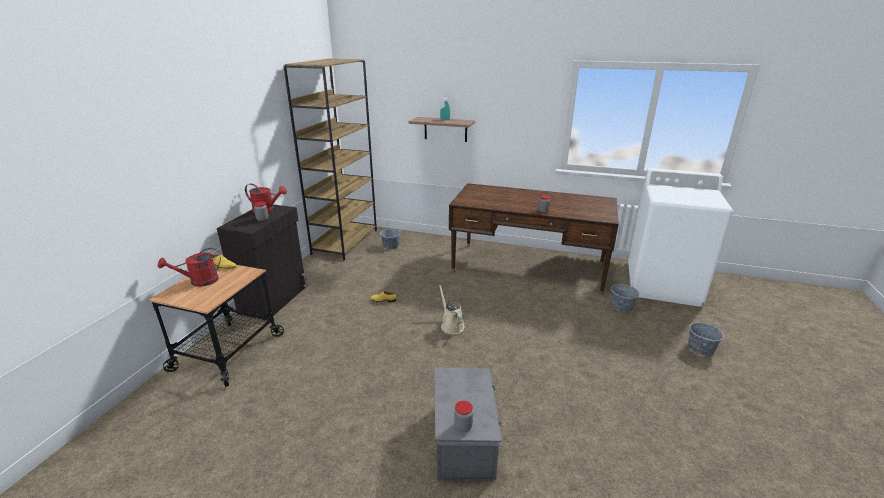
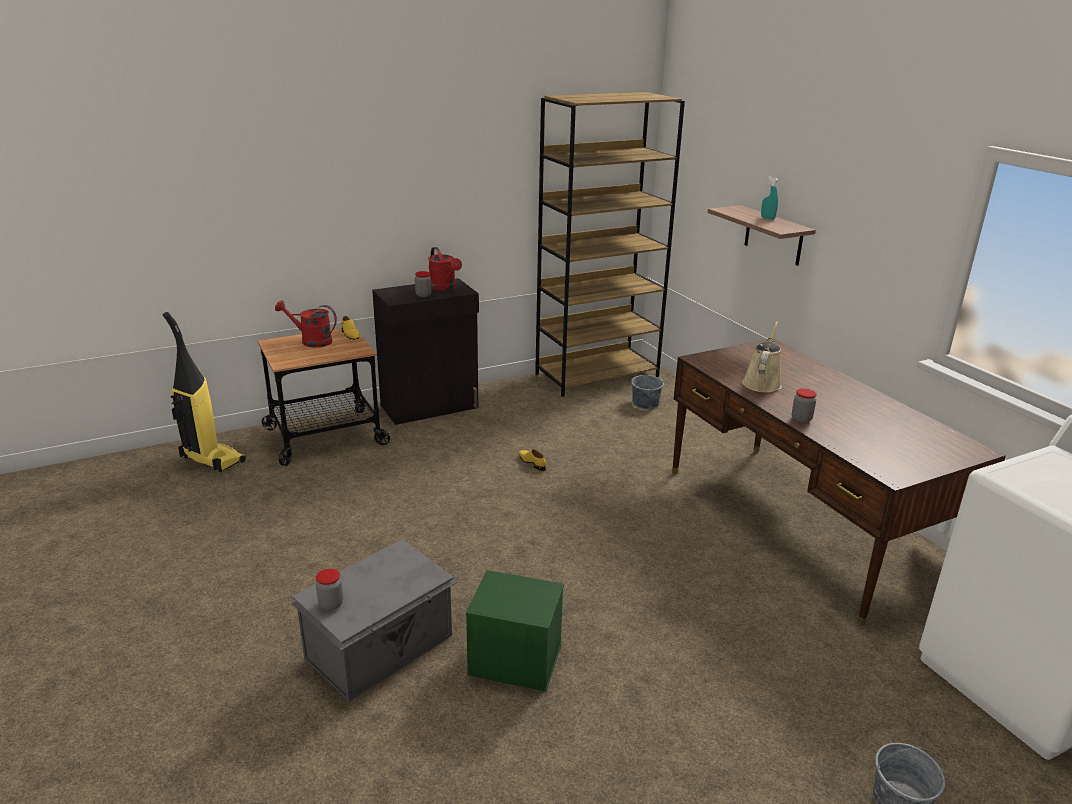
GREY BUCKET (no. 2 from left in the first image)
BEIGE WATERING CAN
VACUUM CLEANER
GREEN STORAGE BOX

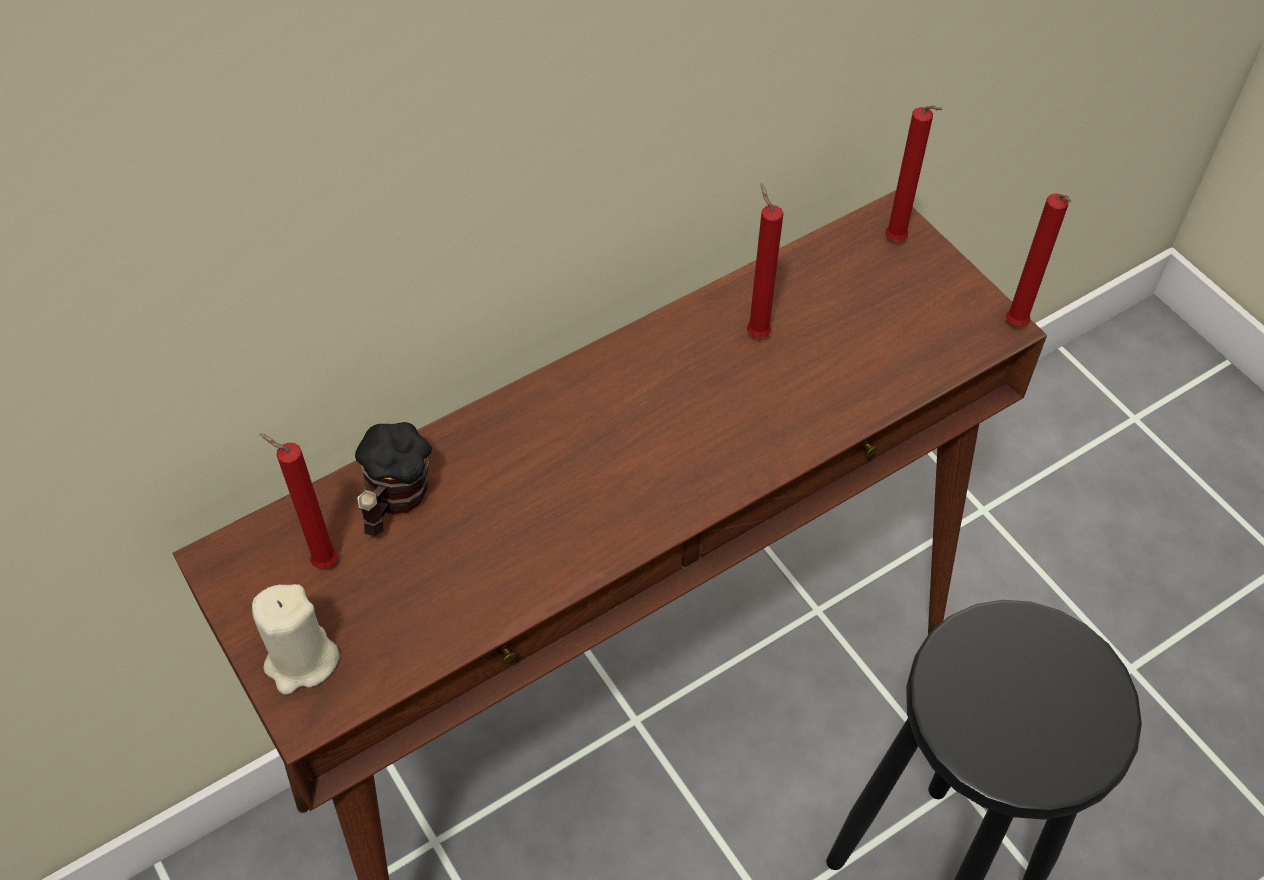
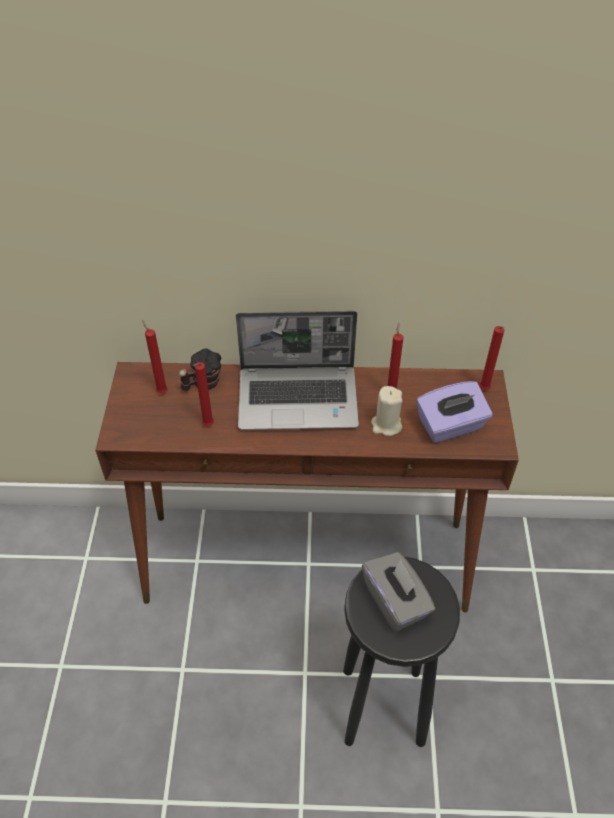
RED CANDLE (no. 2 from left)
BEIGE CANDLE
LAPTOP
PURPLE TISSUE BOX
GREY TISSUE BOX

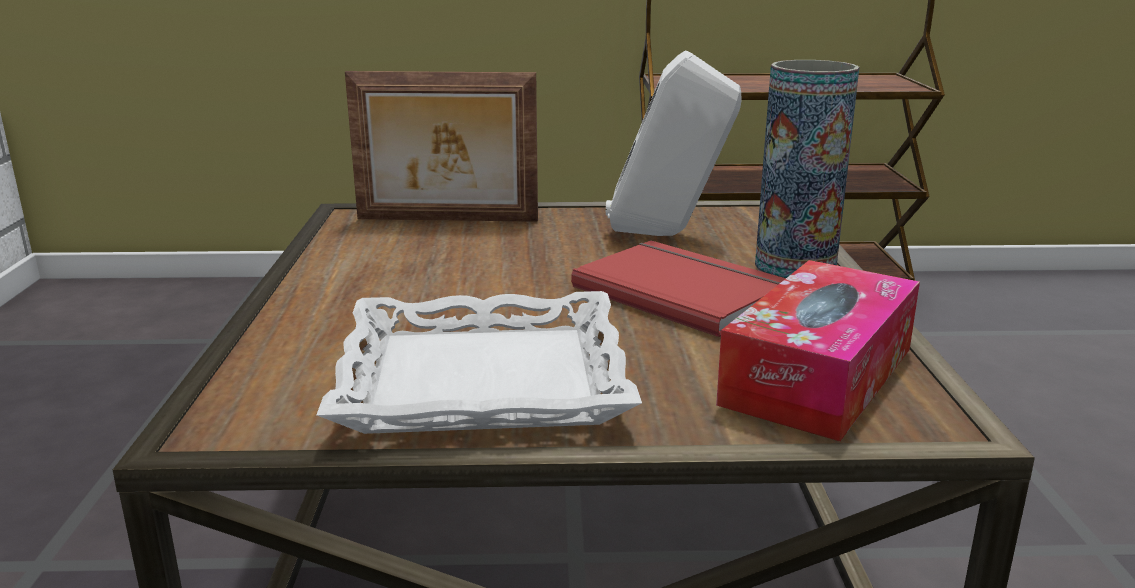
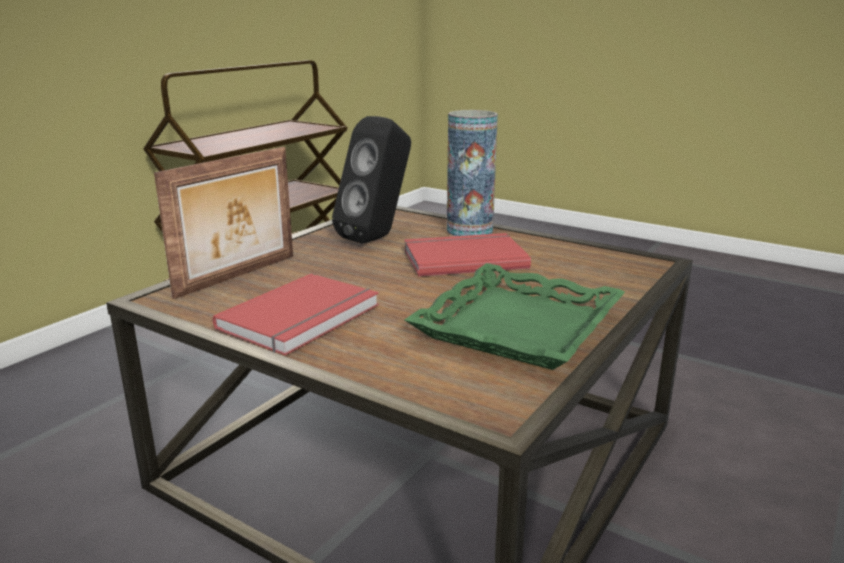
BLACK SPEAKER
TISSUE BOX
GREEN TRAY
RED BOOK (no. 1 from left)

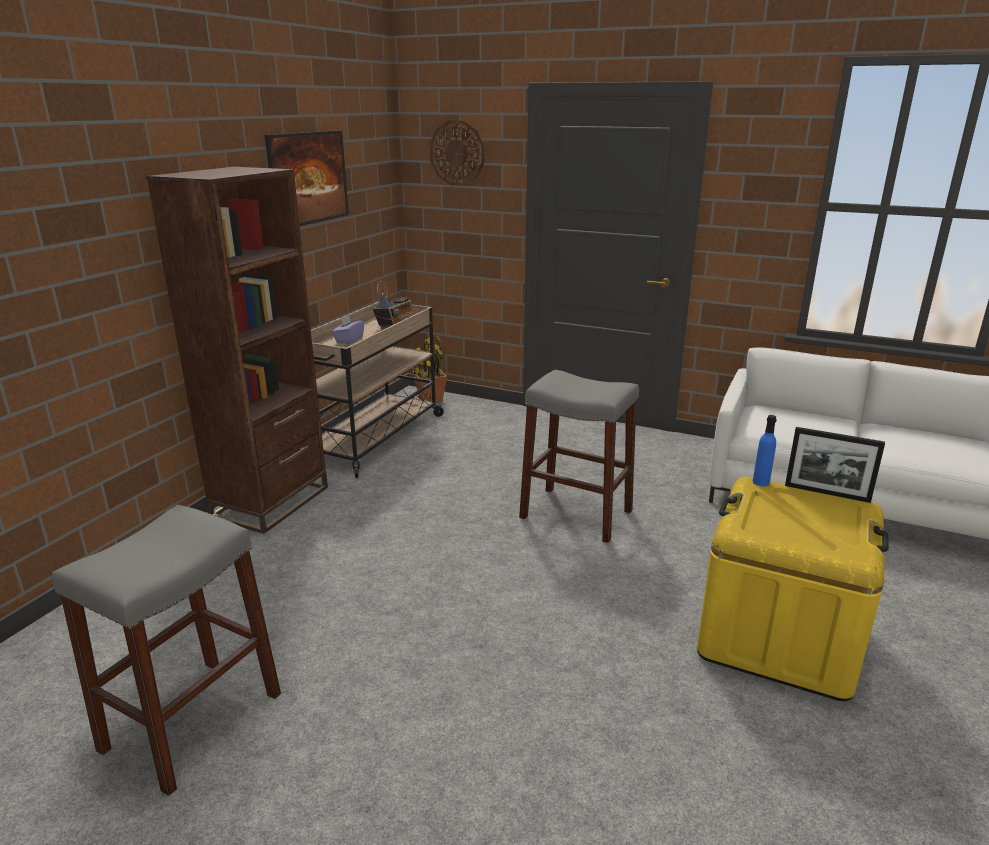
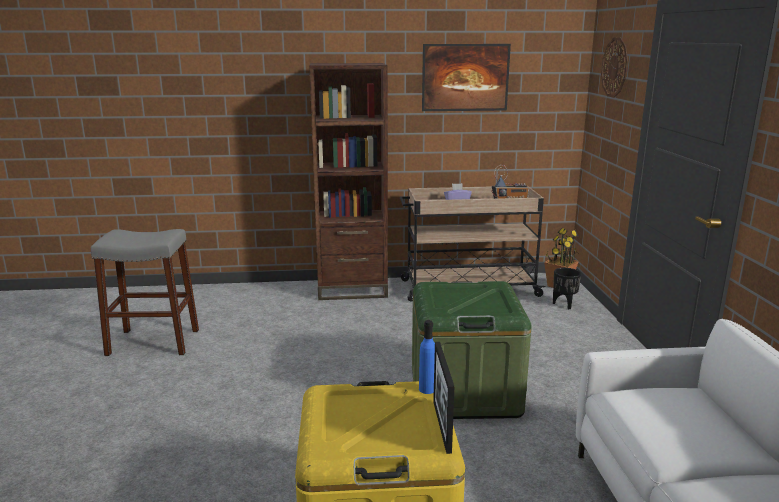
GREEN STORAGE BOX
BLACK PLANTER

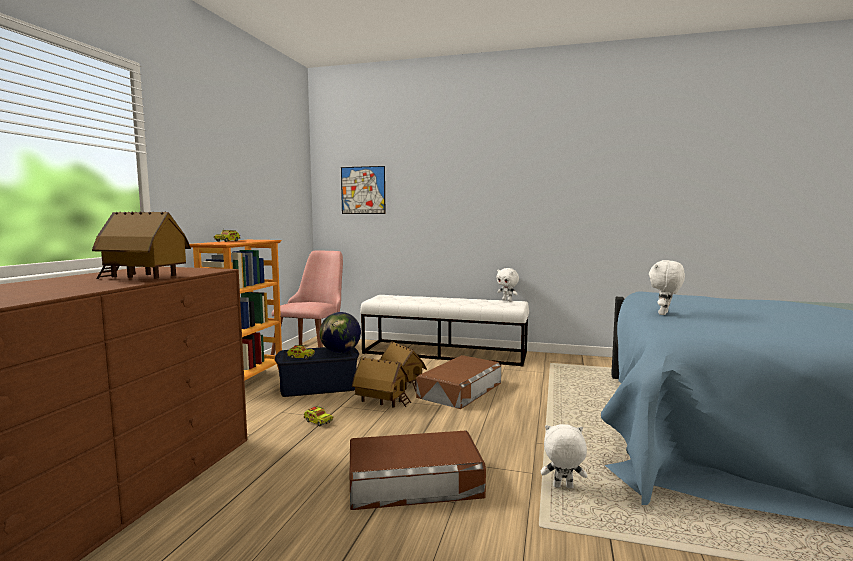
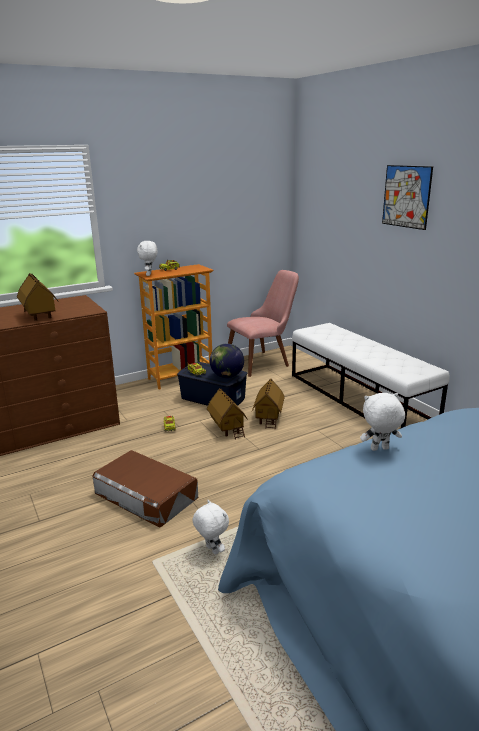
PICTURE
WHITE PLUSH TOY (no. 1 from left)
BROWN STORAGE BOX (no. 2 from left in the first image)

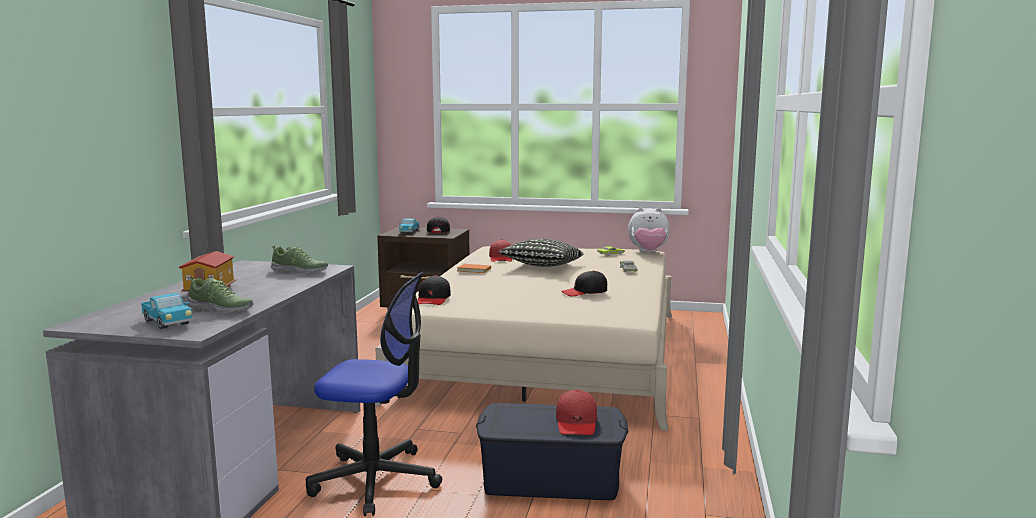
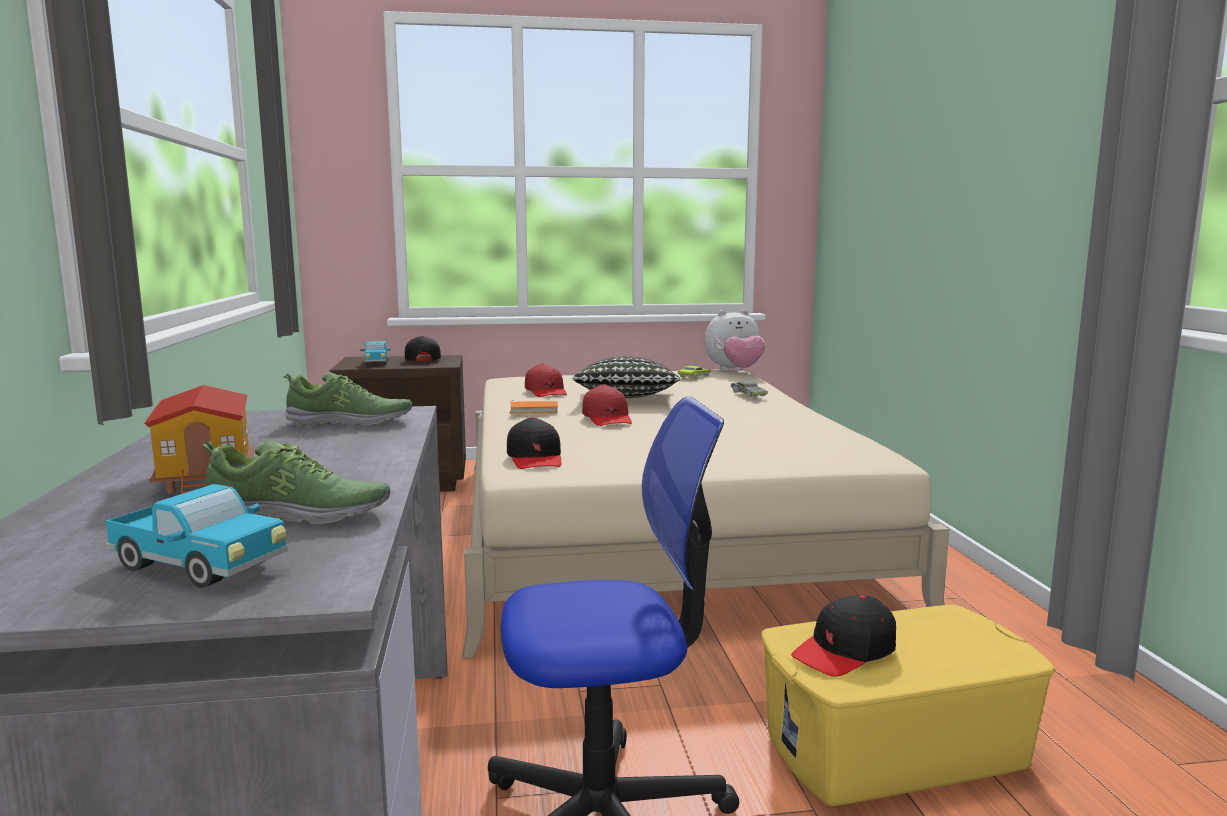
BLACK CAP (no. 3 from left)
RED CAP (no. 2 from left)
YELLOW STORAGE BOX

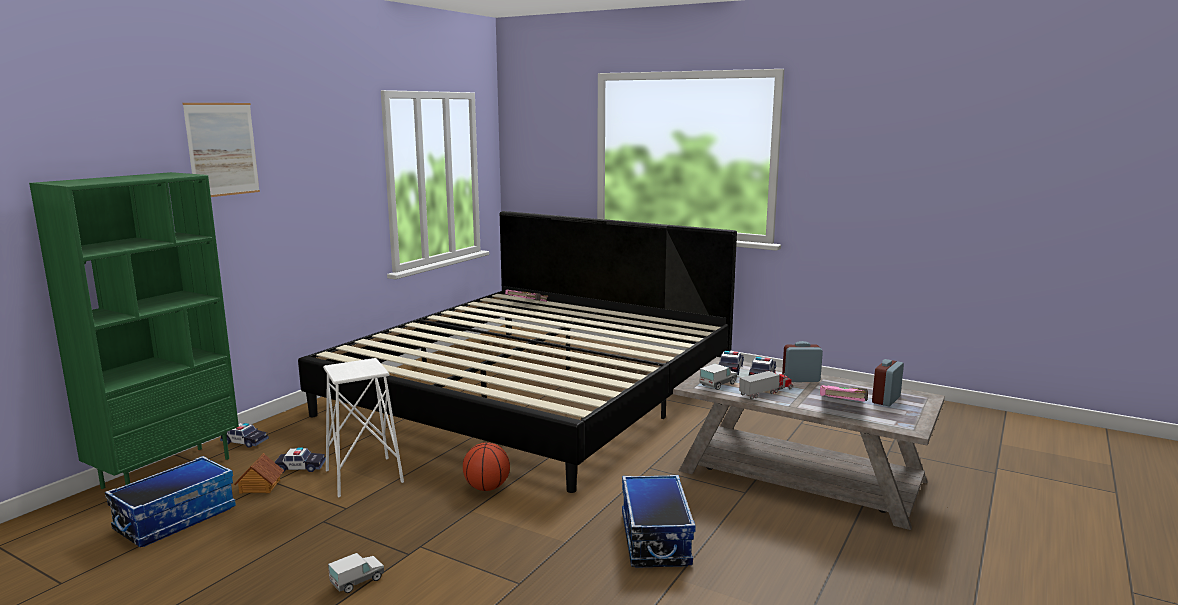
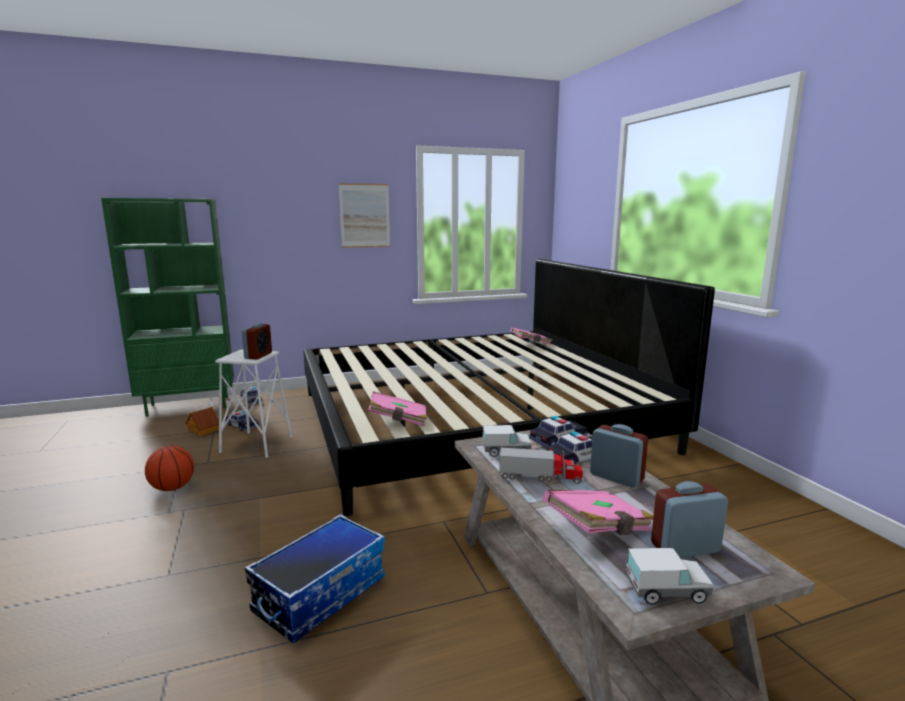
PICTURE
BASKETBALL
STORAGE BOX (no. 1 from left in the first image)
TOY TRUCK (no. 3 from left)
ALARM CLOCK (no. 1 from left)
PINK BOOK (no. 1 from left)

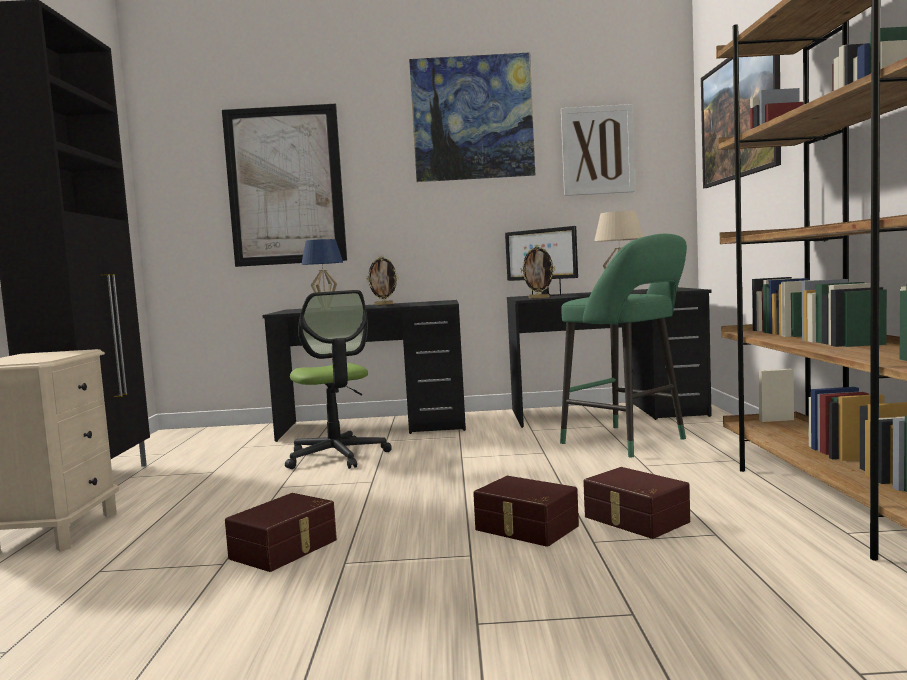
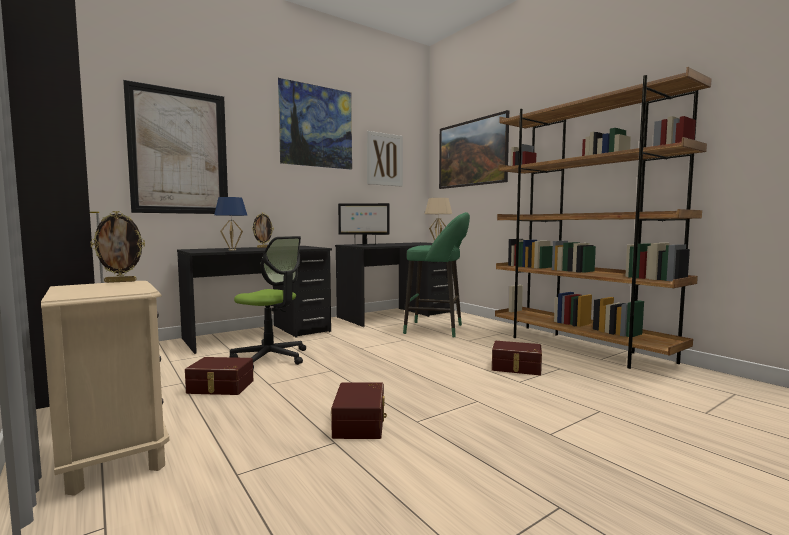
PICTURE FRAME (no. 1 from left)
BROWN STORAGE BOX (no. 1 from left)

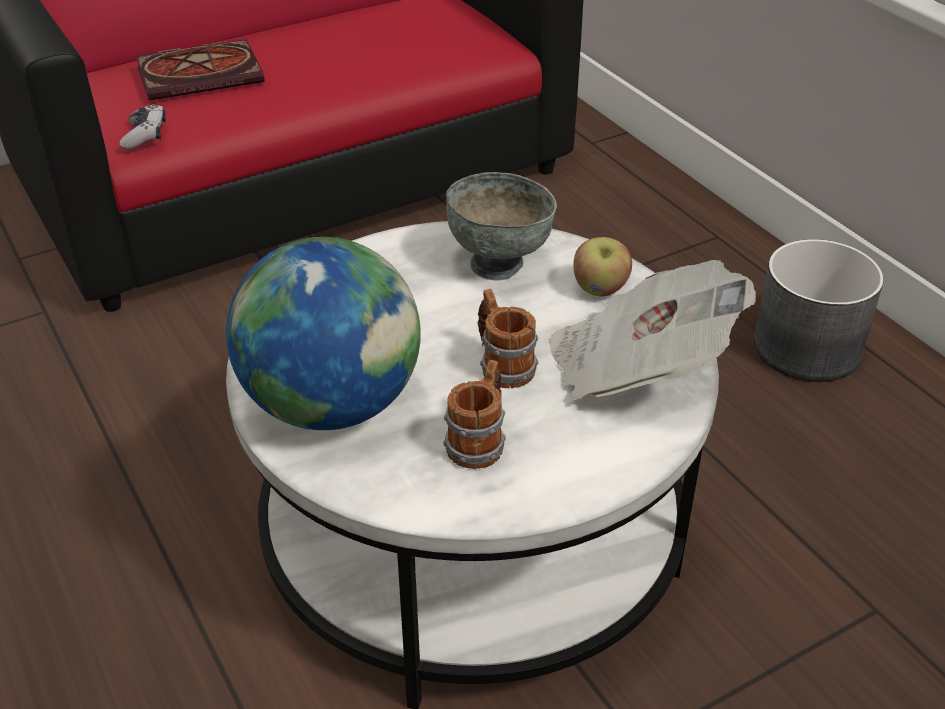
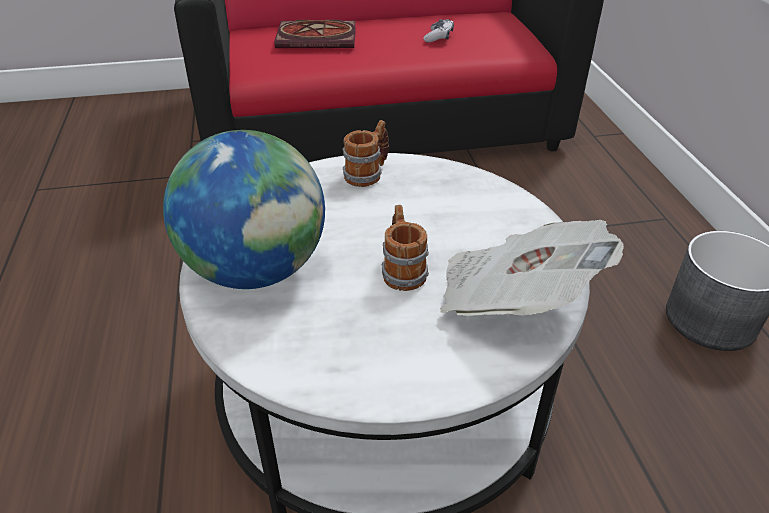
GAME CONTROLLER
GREY BOWL
APPLE
MUG (no. 1 from left)

